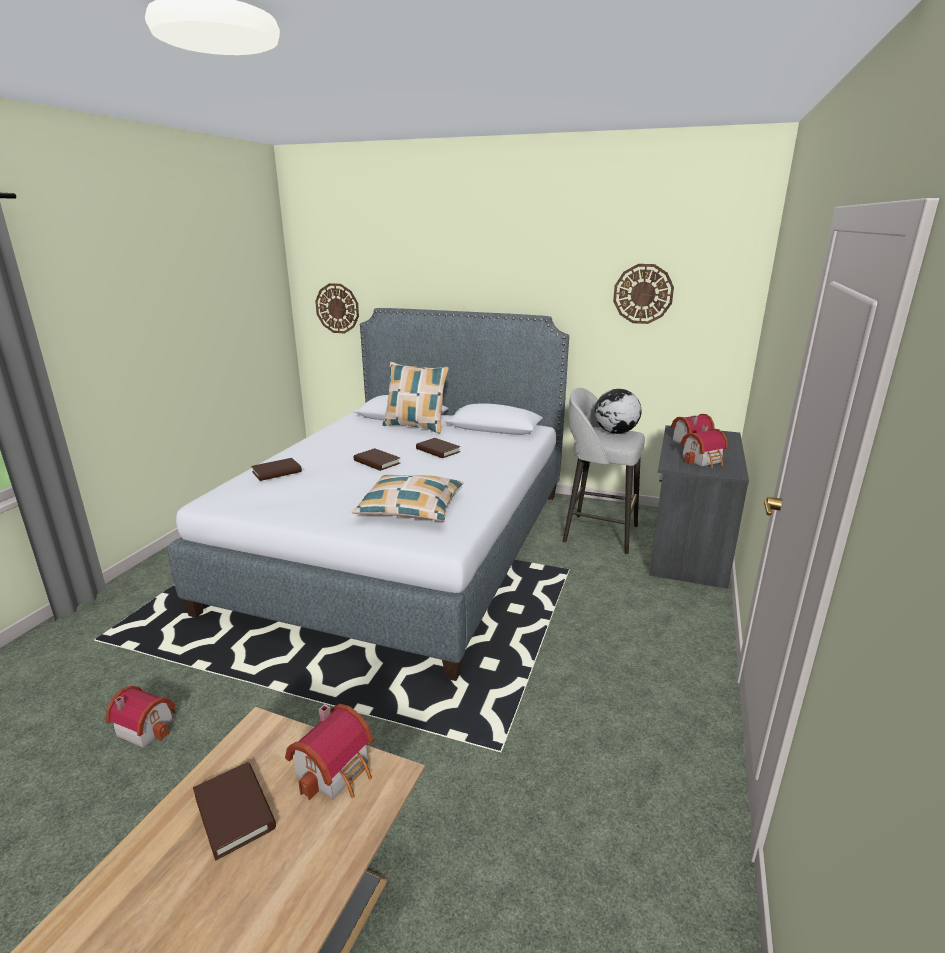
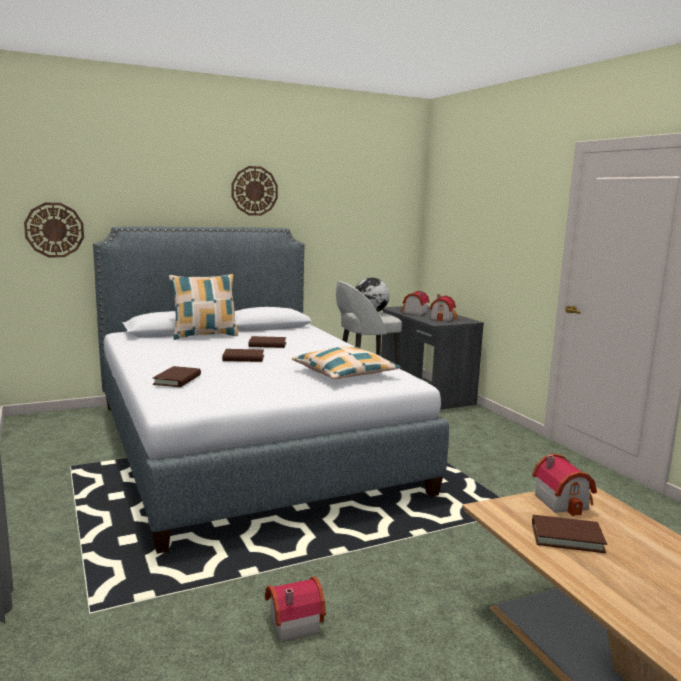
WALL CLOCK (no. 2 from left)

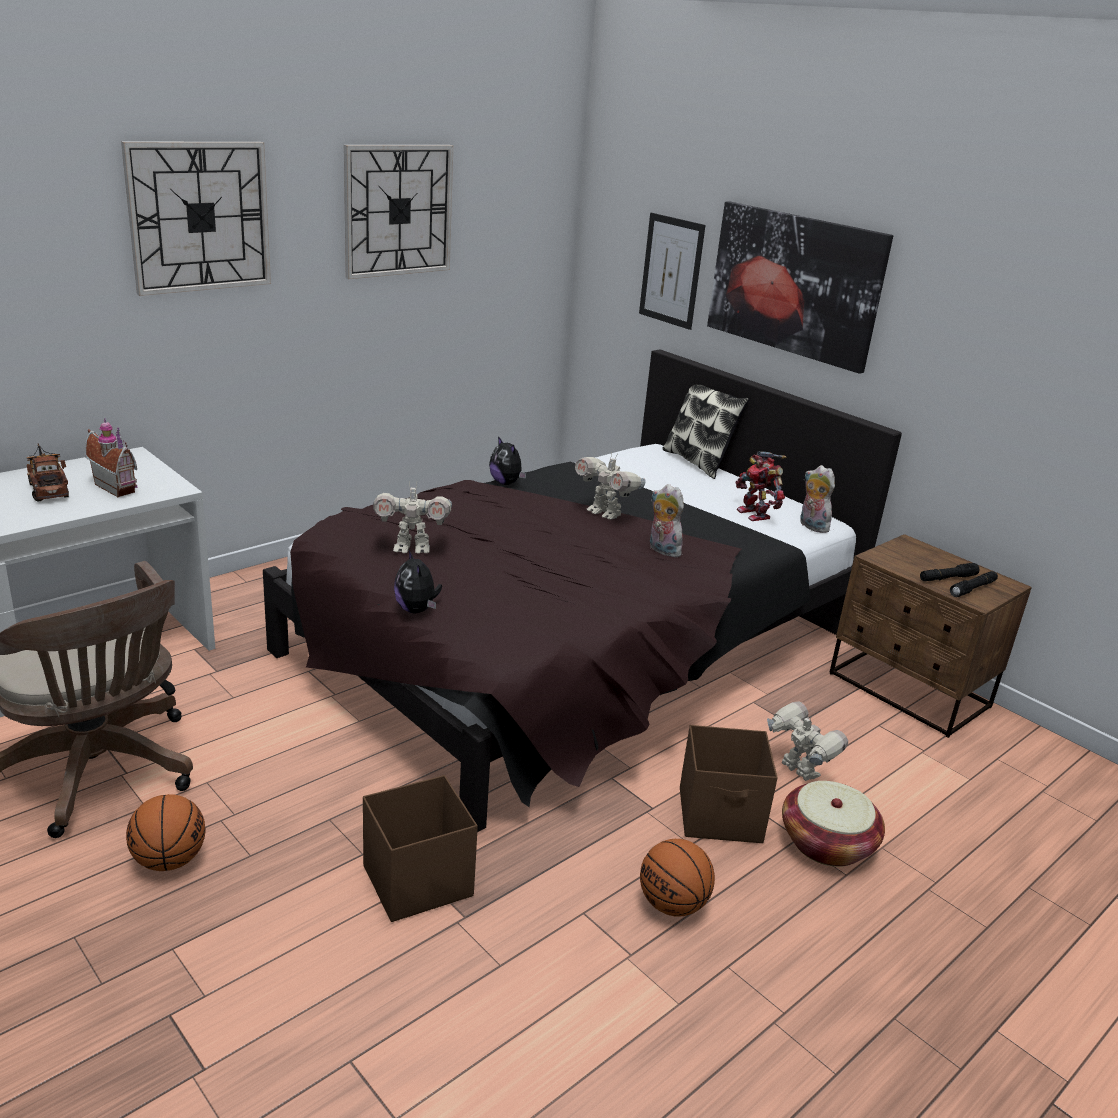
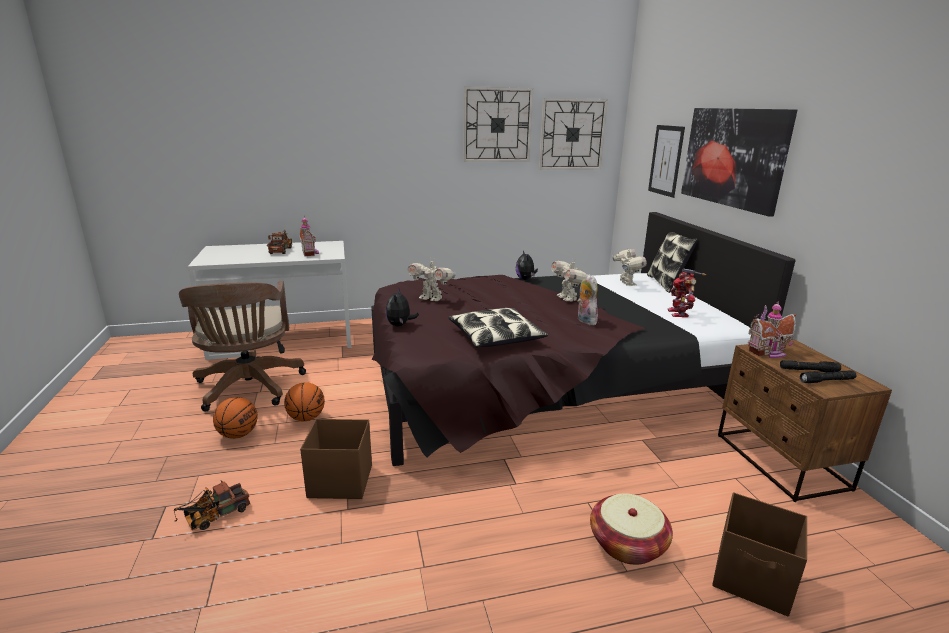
WALL CLOCK (no. 2 from left)
PLUSH TOY (no. 4 from left in the first image)
TOY ROBOT (no. 3 from left)
BROWN STORAGE BOX (no. 2 from left)
BASKETBALL (no. 2 from left)
TOY HOUSE (no. 2 from left)
PILLOW (no. 1 from left)
TOY TRUCK (no. 1 from left)

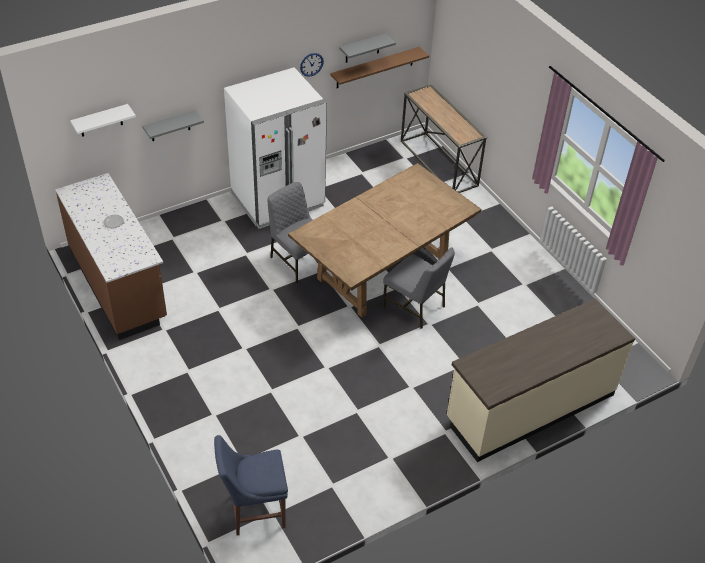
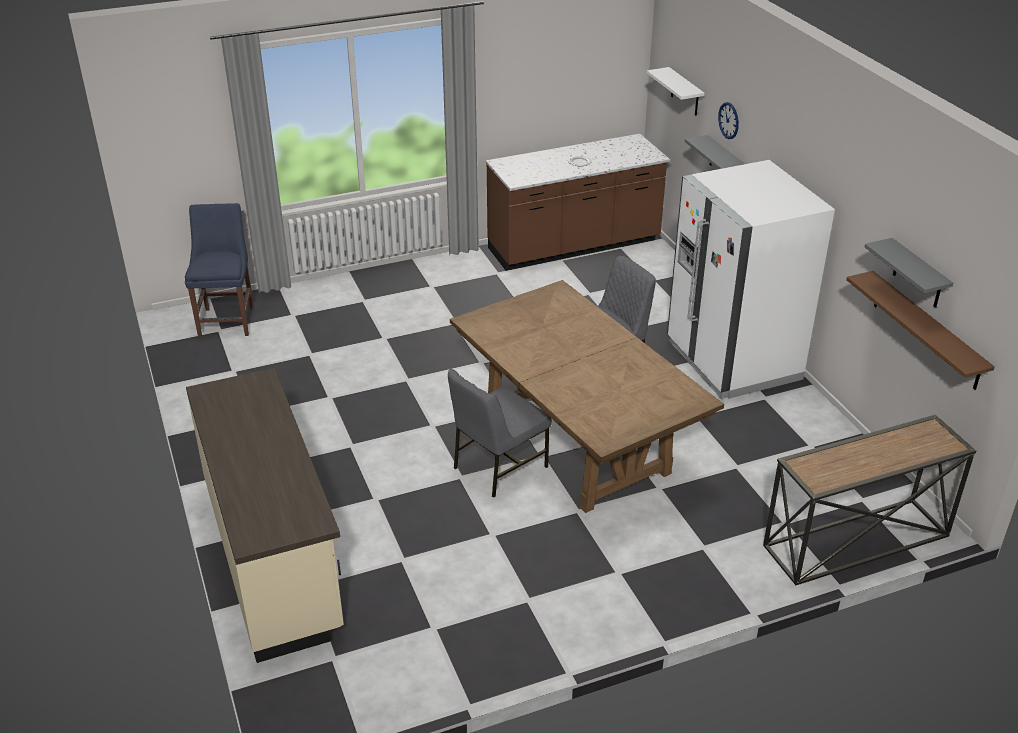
WALL CLOCK

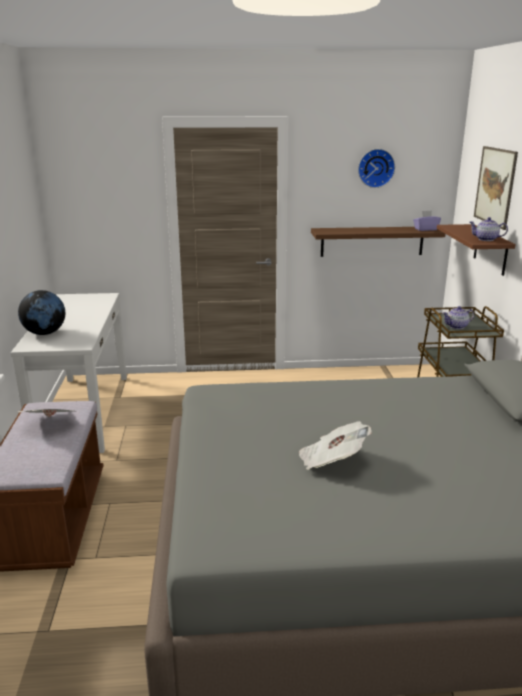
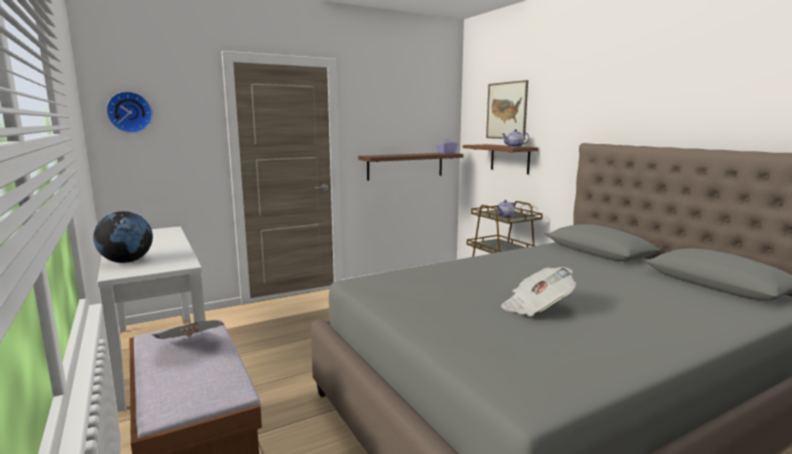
WALL CLOCK

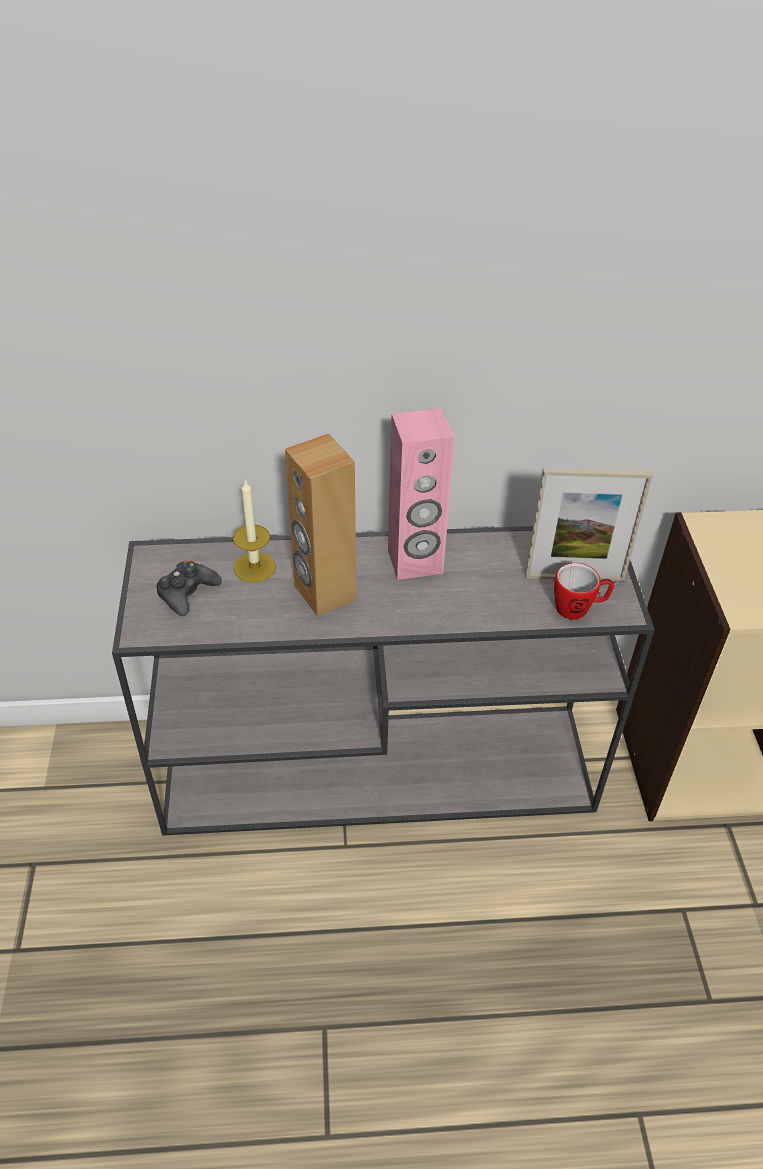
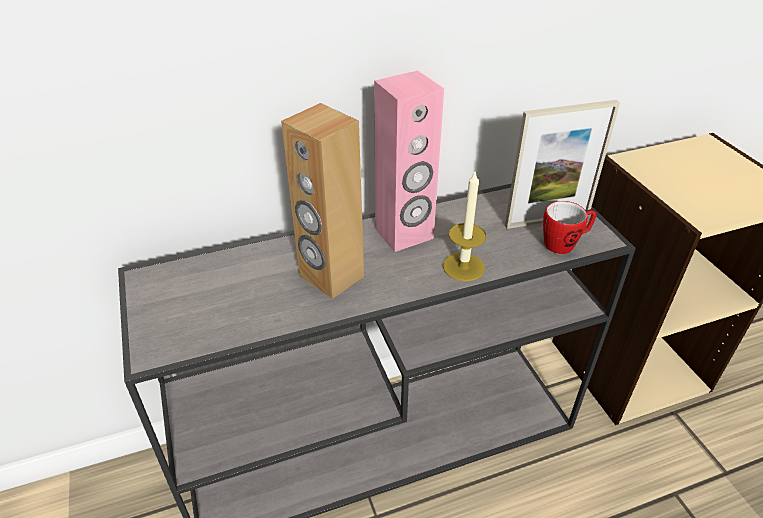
CANDLE
BLACK GAME CONTROLLER

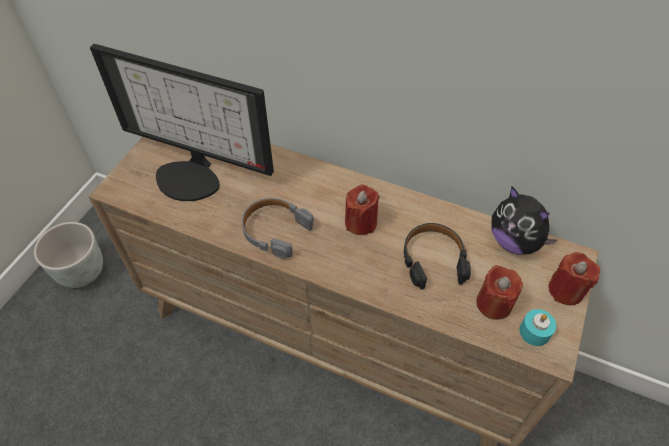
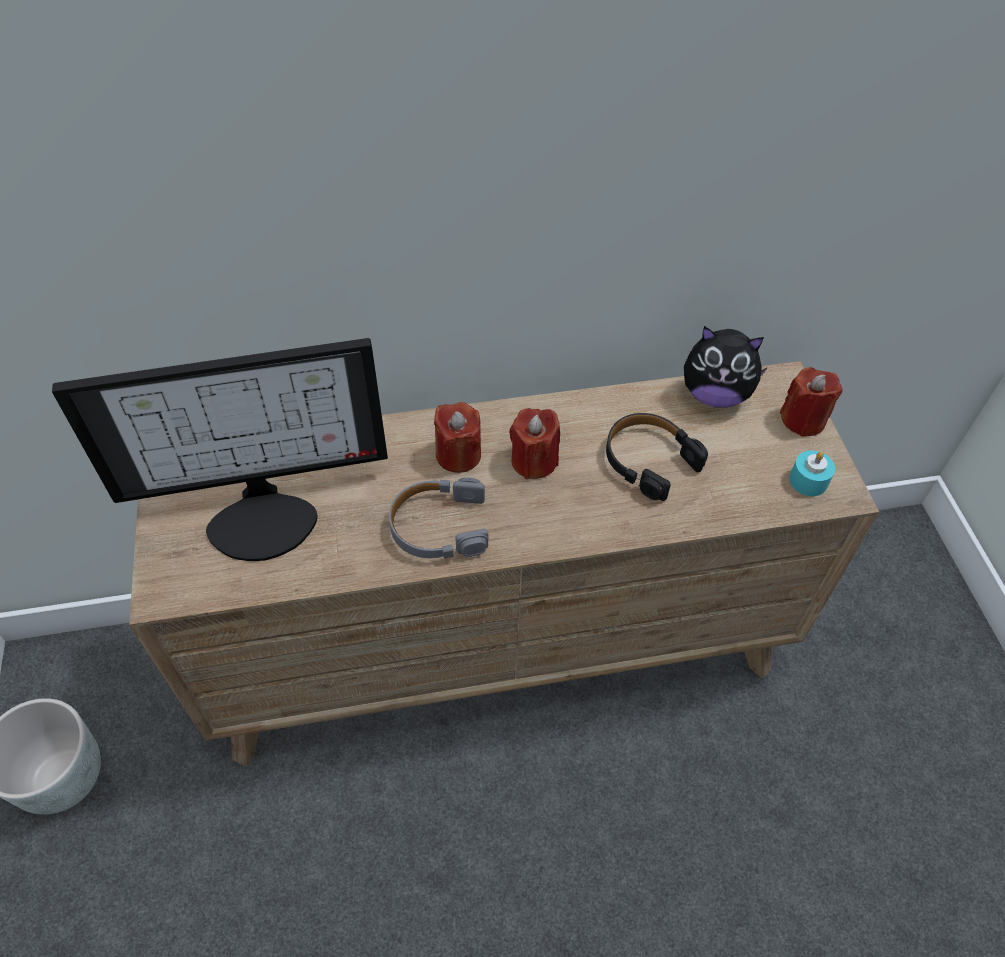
RED CANDLE (no. 1 from left)

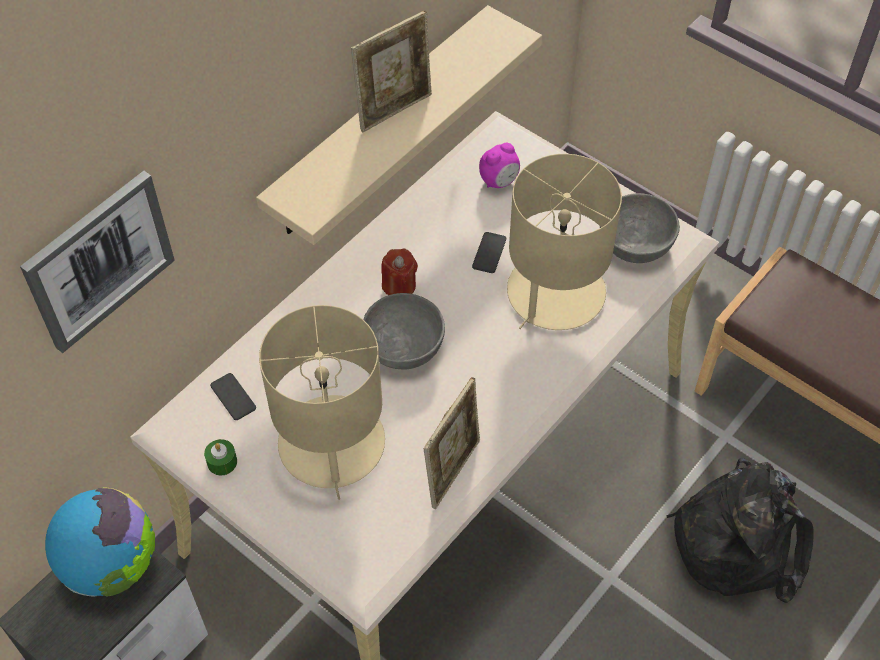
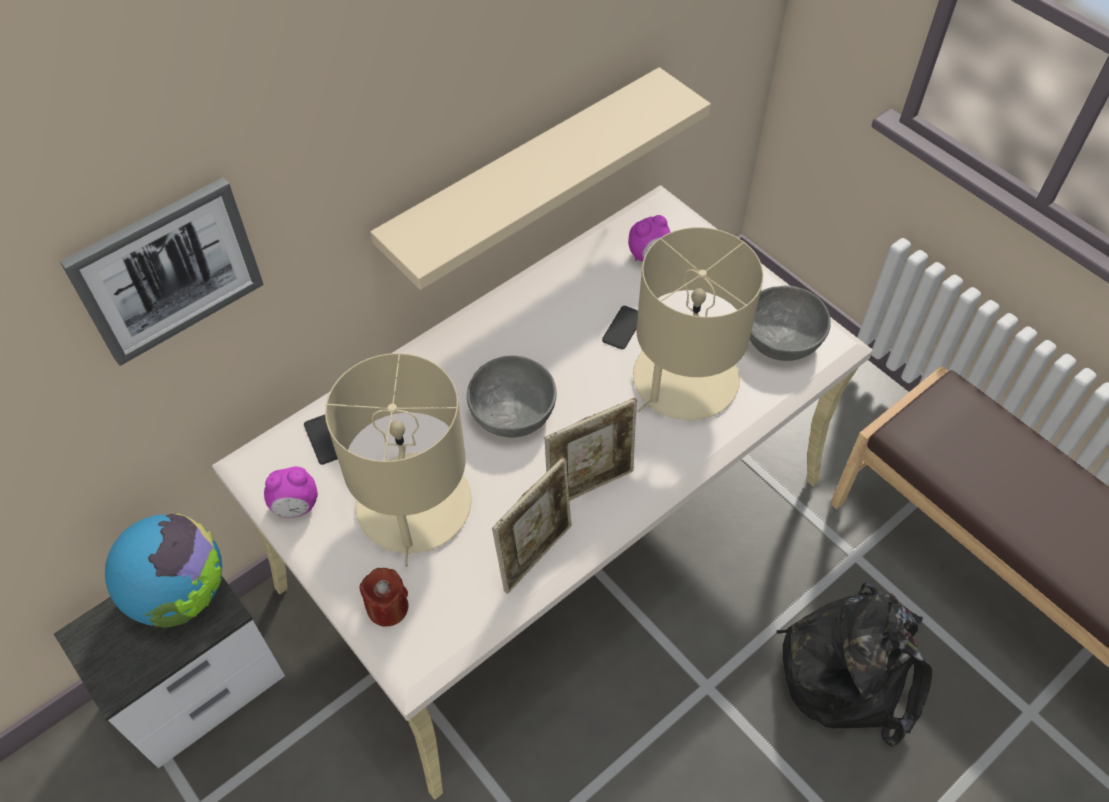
PICTURE FRAME (no. 2 from left)
RED CANDLE
ALARM CLOCK (no. 1 from left)

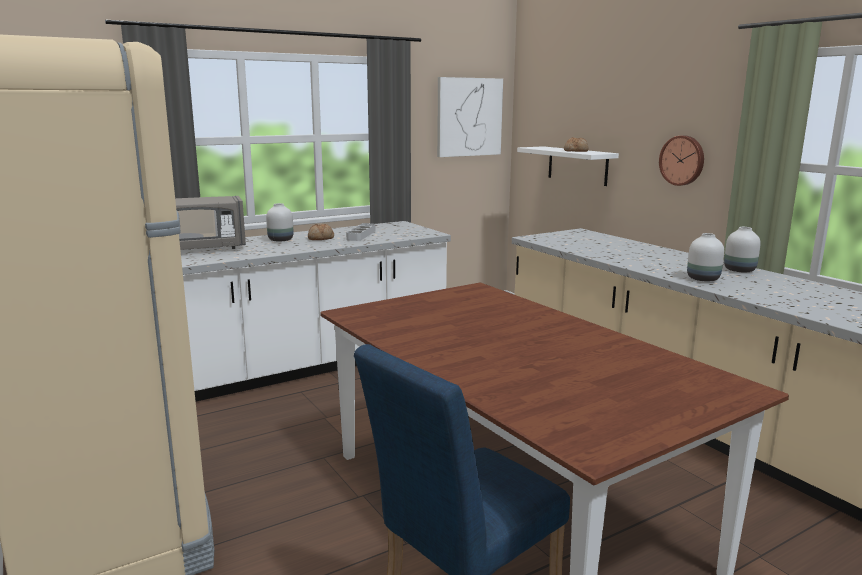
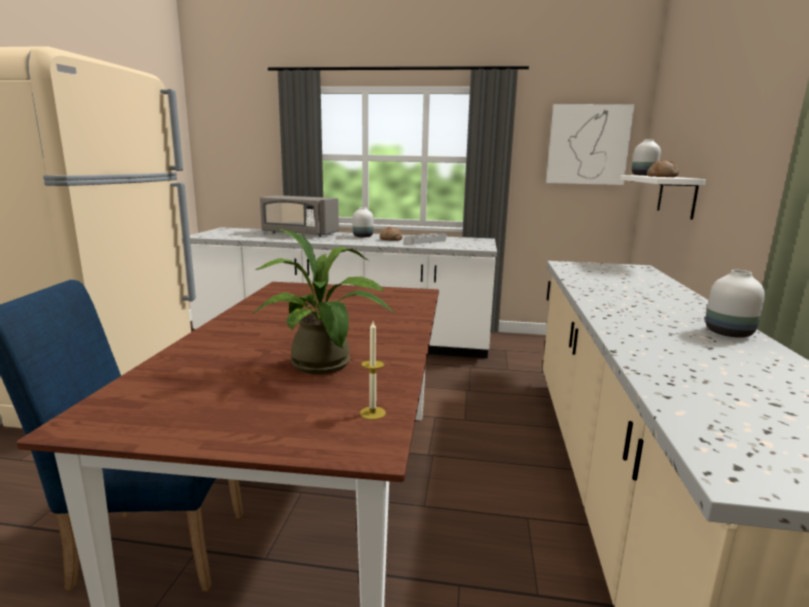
WALL CLOCK
WHITE VASE (no. 2 from left)
POTTED PLANT
CANDLE

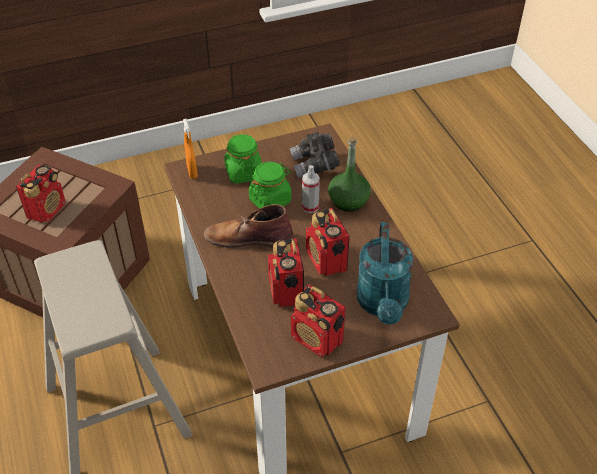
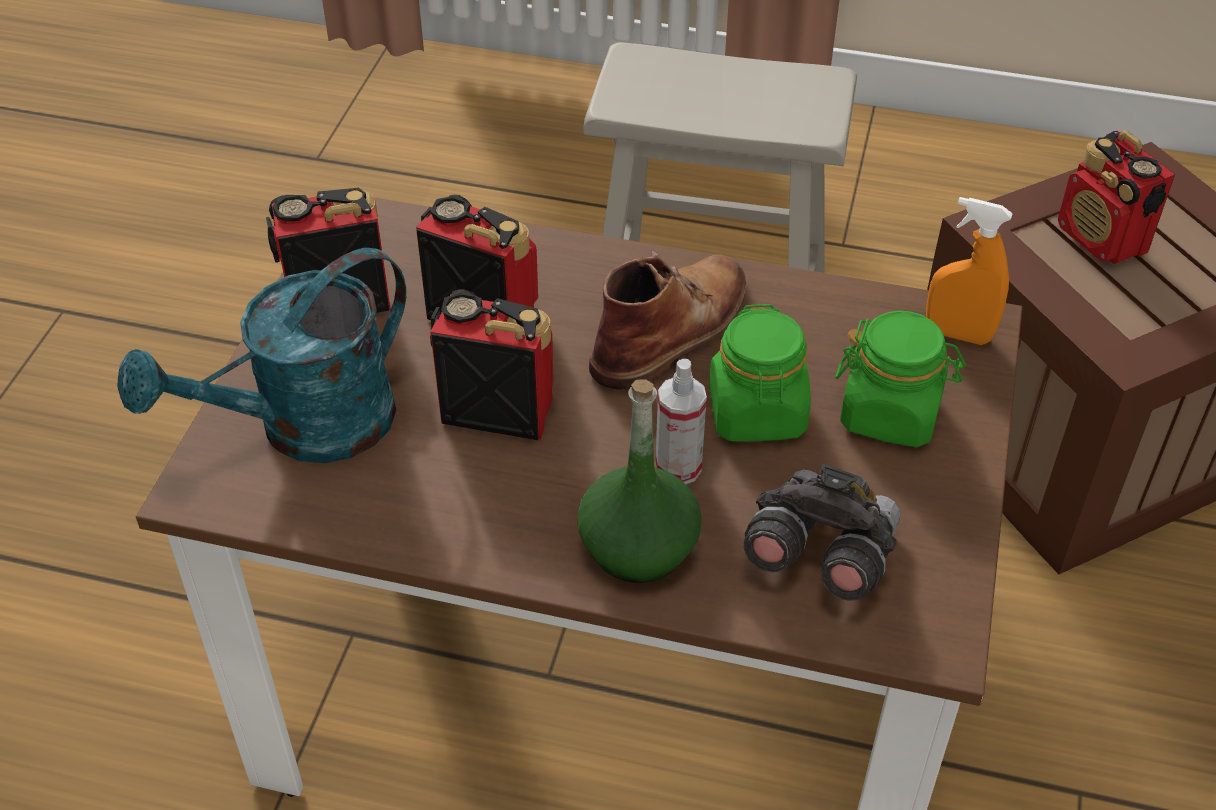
TURQUOISE WATERING CAN

